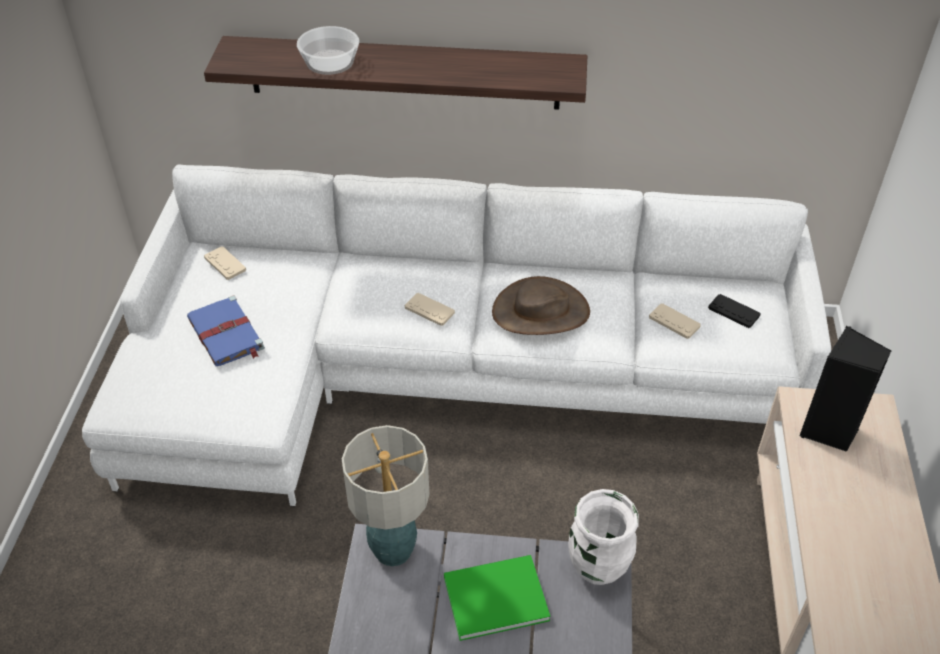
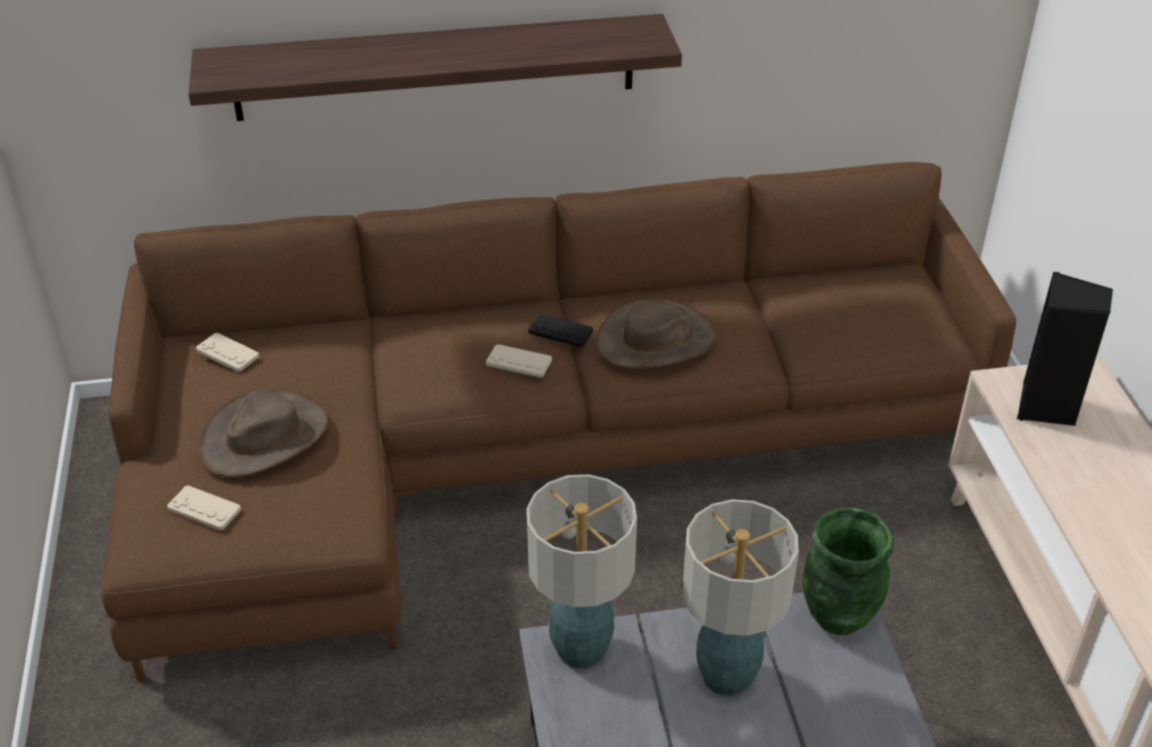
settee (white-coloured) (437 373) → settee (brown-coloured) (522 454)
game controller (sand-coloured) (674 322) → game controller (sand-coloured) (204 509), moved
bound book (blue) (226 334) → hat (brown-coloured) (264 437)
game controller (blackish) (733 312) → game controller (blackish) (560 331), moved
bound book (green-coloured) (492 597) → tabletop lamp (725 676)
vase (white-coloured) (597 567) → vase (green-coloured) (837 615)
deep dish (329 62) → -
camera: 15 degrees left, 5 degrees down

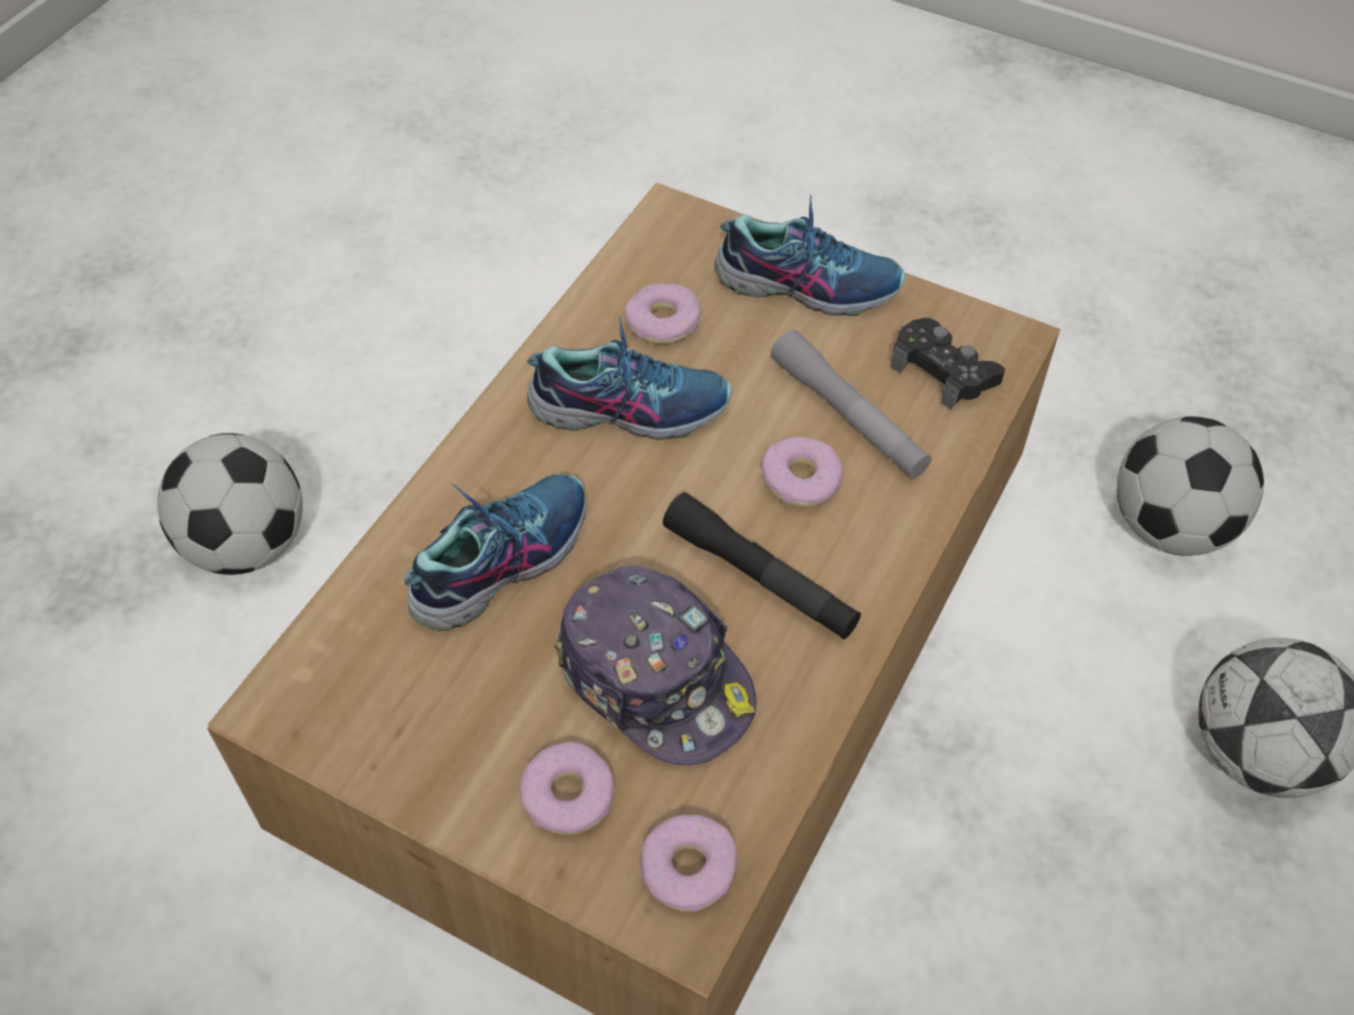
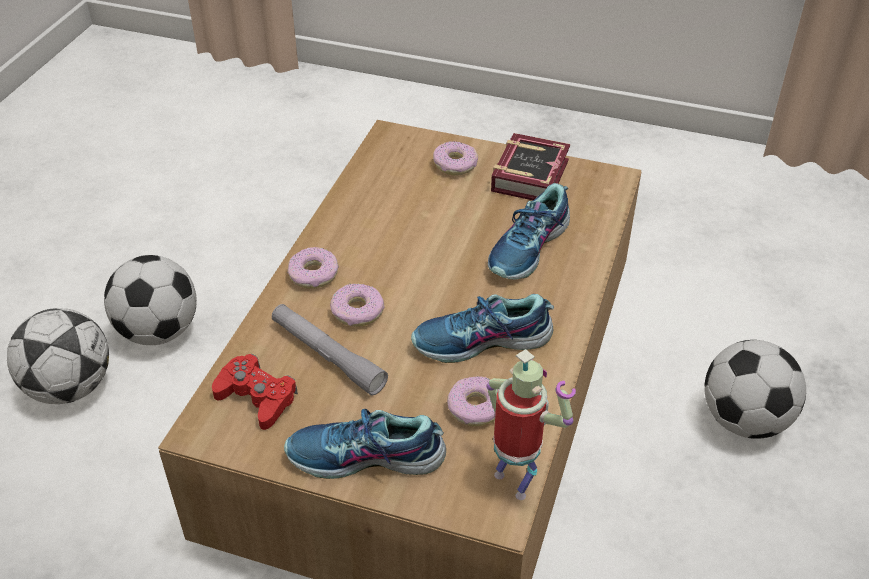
football ball (1170 526) → football ball (158 332), moved
game controller (blackish) (943 371) → game controller (red-coloured) (257 397)
donut (688 869) → donut (314 274), moved
- → model robot (516 482)
- → bound book (533 174)
peaked cap (656 678) → -
torch (blackish) (760 577) → -
camera: 170 degrees right, 10 degrees down

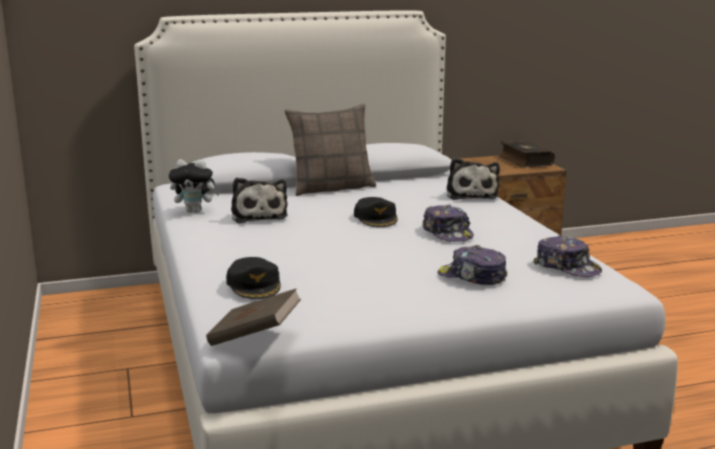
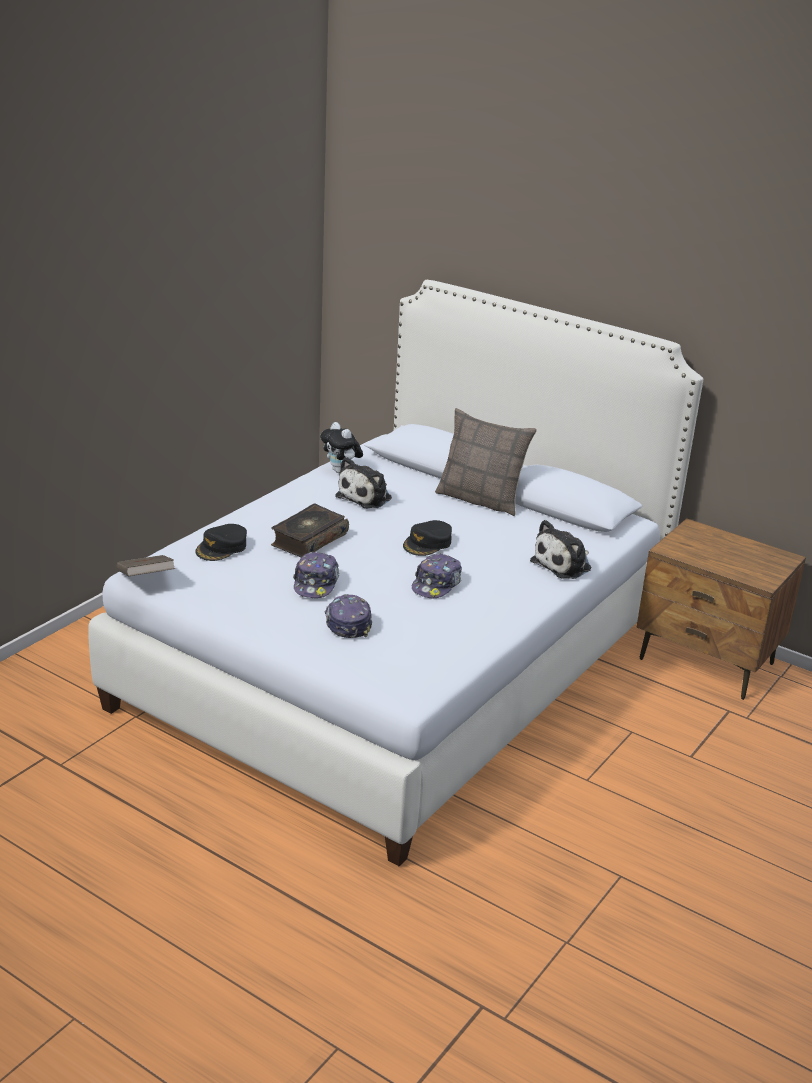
bound book (524 161) → bound book (308 540), moved
peaked cap (567 267) → peaked cap (316 583), moved
camera: 50 degrees right, 10 degrees up

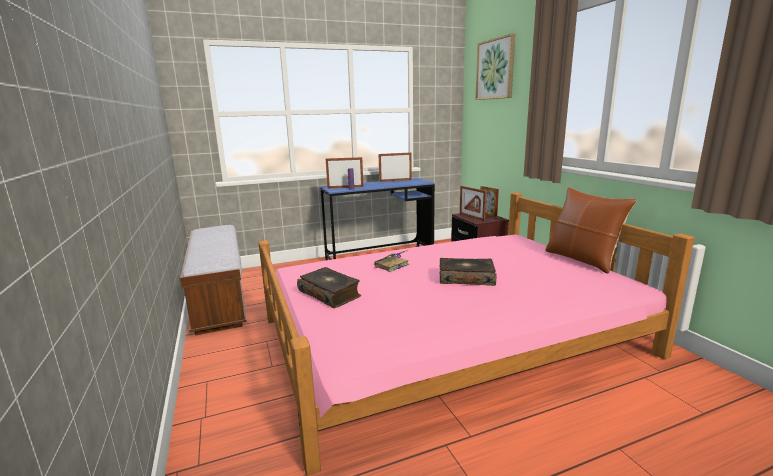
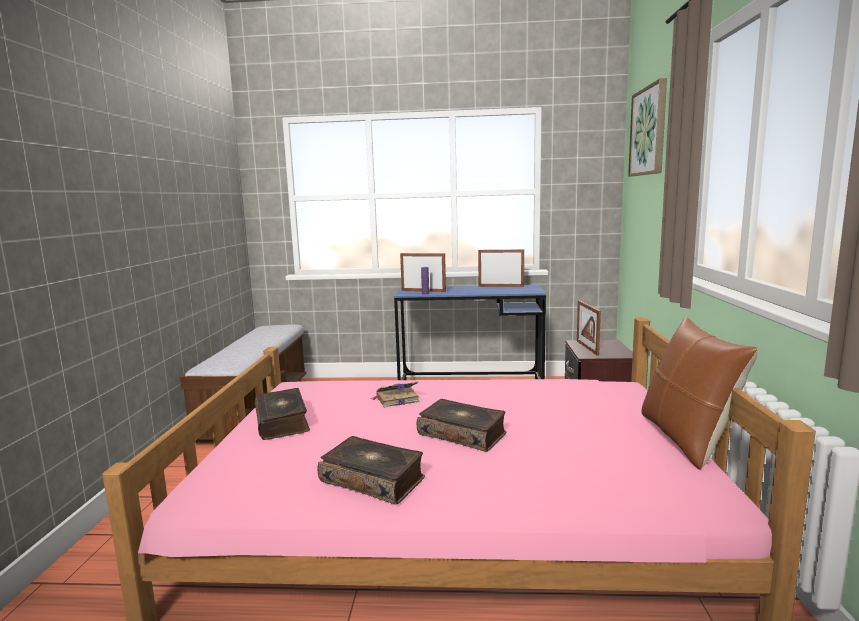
- → bound book (373 480)
picture frame (488 215) → -
camera: 25 degrees right, 5 degrees down

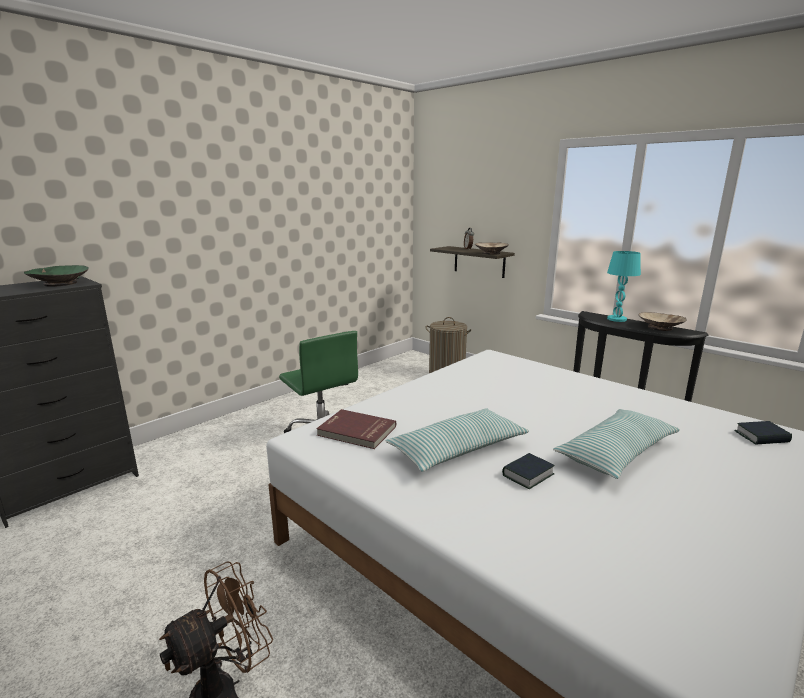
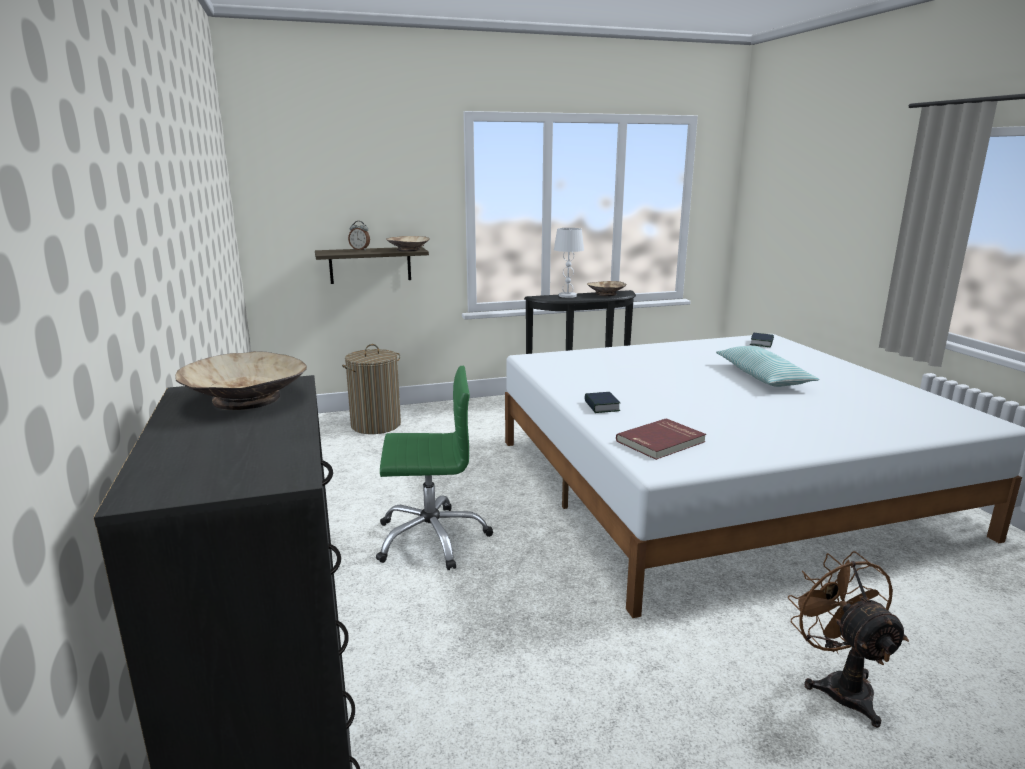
deep dish (green-coloured) (60 283) → deep dish (sand-coloured) (246 399)
tabletop lamp (turquoise-coloured) (616 319) → tabletop lamp (white-coloured) (567 296)
bound book (527 475) → bound book (601 406), moved
cushion (457 450) → -
camera: 60 degrees left, 0 degrees up

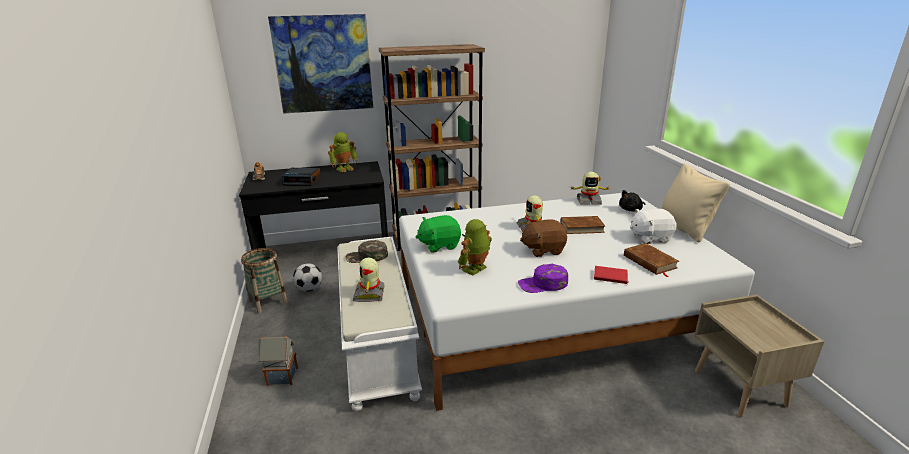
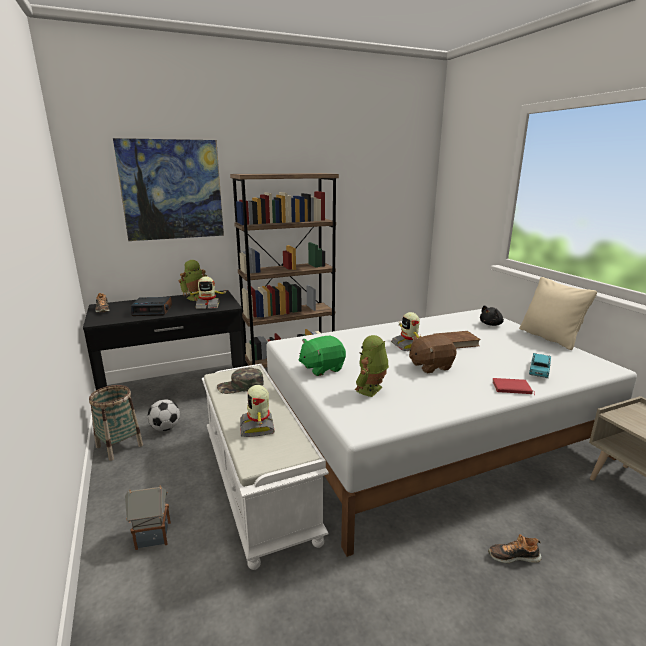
model robot (588 201) → model robot (208 306), moved
- → item of footwear (513 556)
bound book (brown-coloured) (649 262) → toy car (turquoise-coloured) (539 371)
peaked cap (purple-coloured) (543 284) → -
cuddly toy (white-coloured) (650 237) → -
camera: 10 degrees left, 5 degrees down

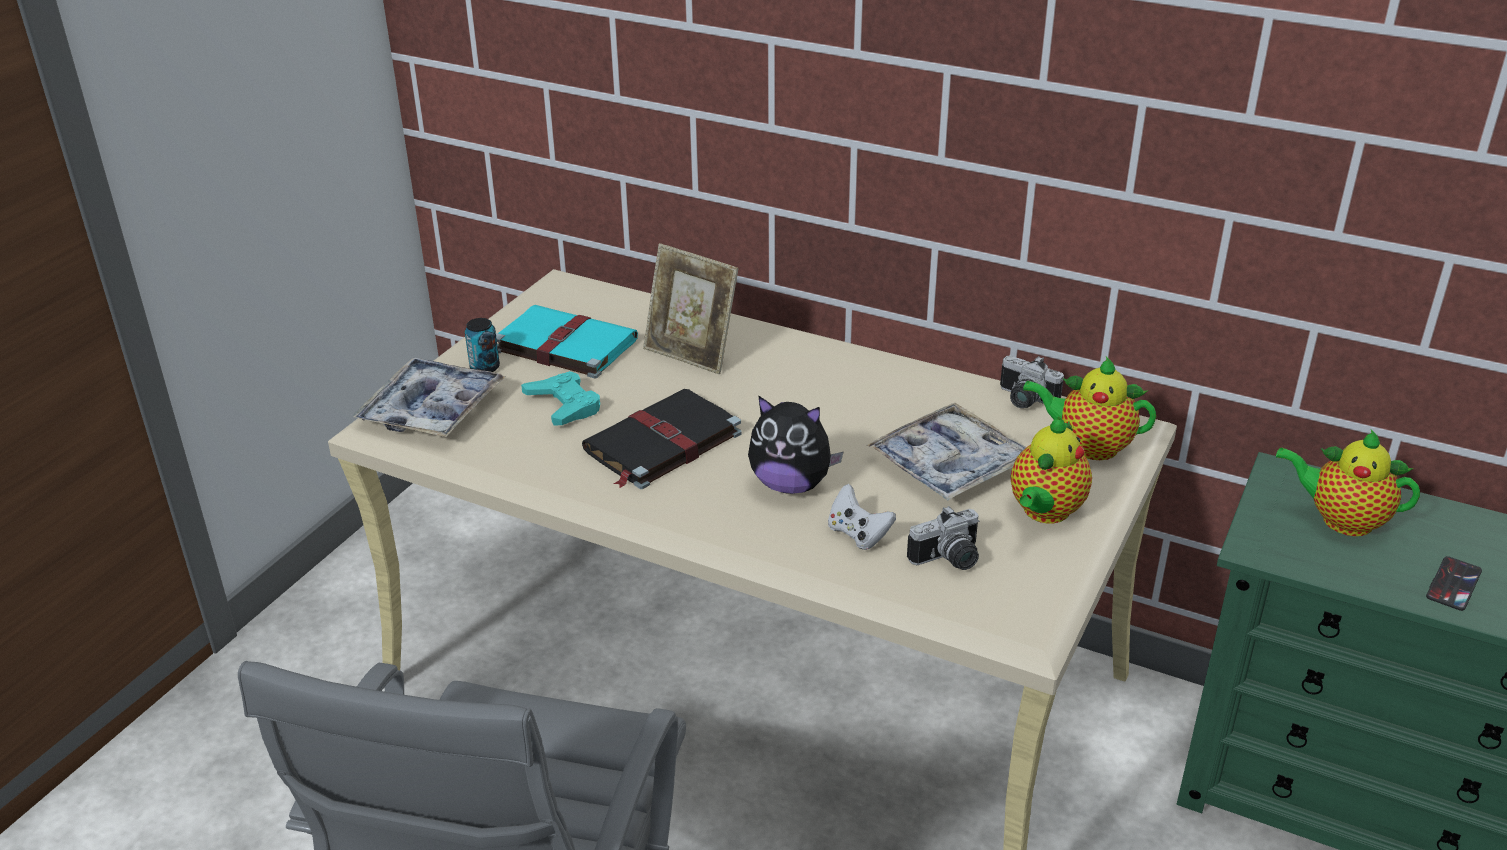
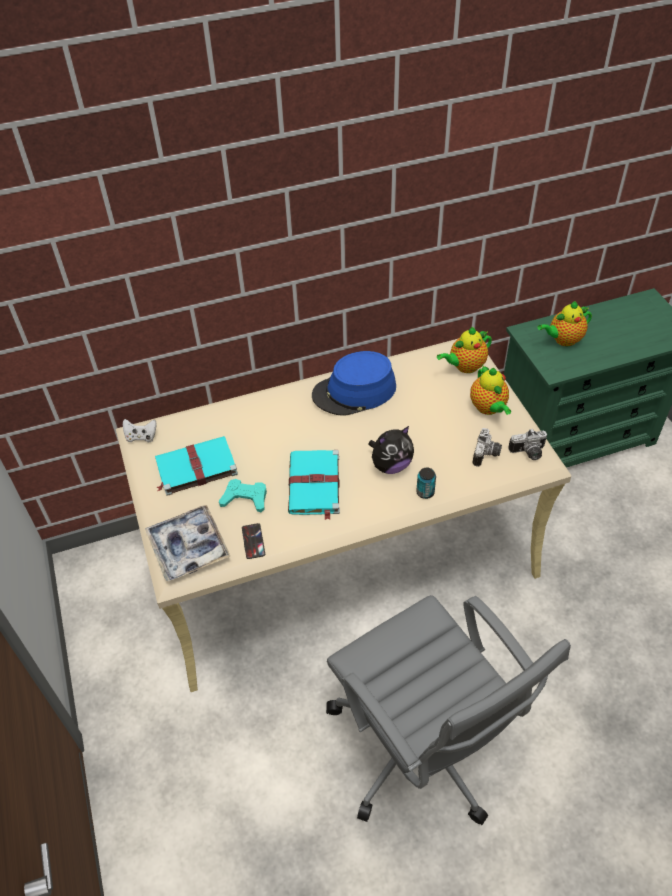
game controller (white-coloured) (858 534) → game controller (white-coloured) (141 437), moved
handset (1453 584) → handset (253 541), moved
bound book (blackish) (661 443) → bound book (turquoise-coloured) (314 485)
- → hat (blue) (354 392)
sealed can (485 368) → sealed can (425 492), moved
photo camera (1023 400) → photo camera (528 453), moved
picture frame (691 354) → -
tray (949 464) → -
camera: 45 degrees left, 15 degrees up

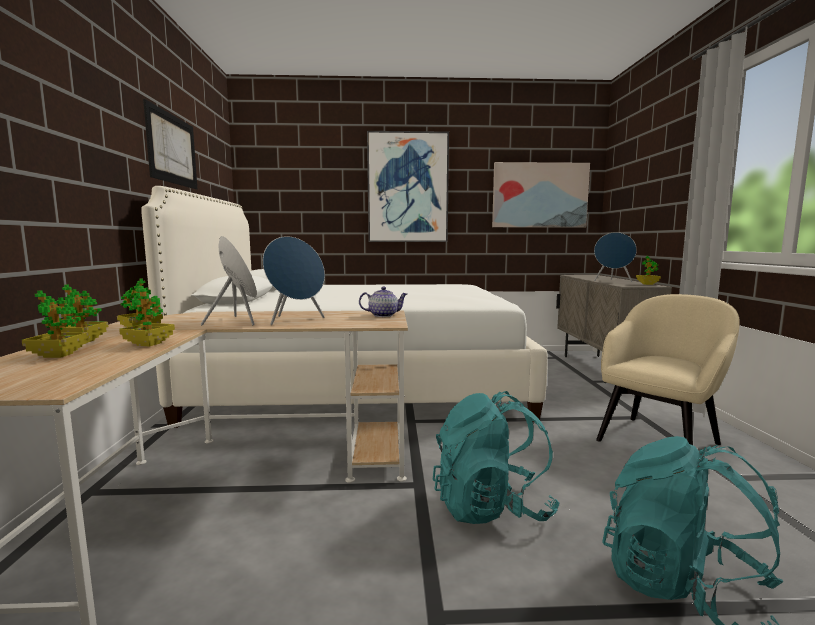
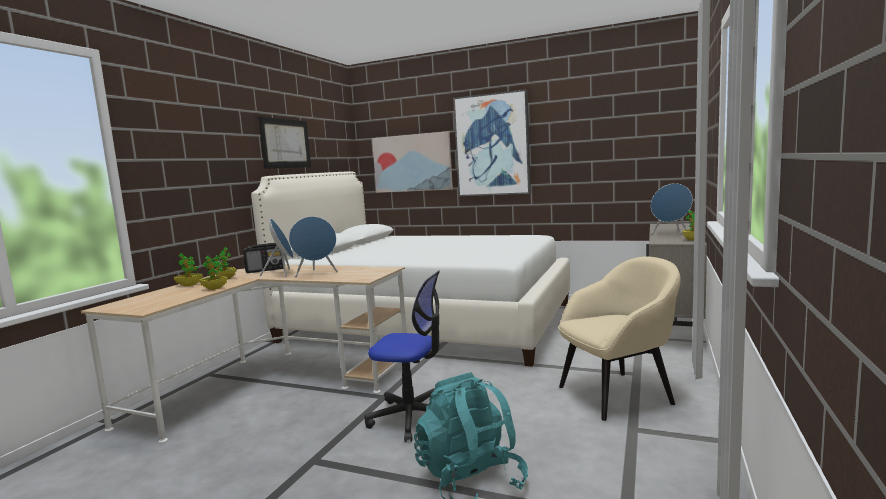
- → radio (265 270)
rucksack (turquoise-coloured) (491 507) → office chair (412 417)
wall art (539 195) → wall art (412 163), moved
houseplant (58 355) → -
teapot (383 315) → -
camera: 25 degrees right, 0 degrees up

